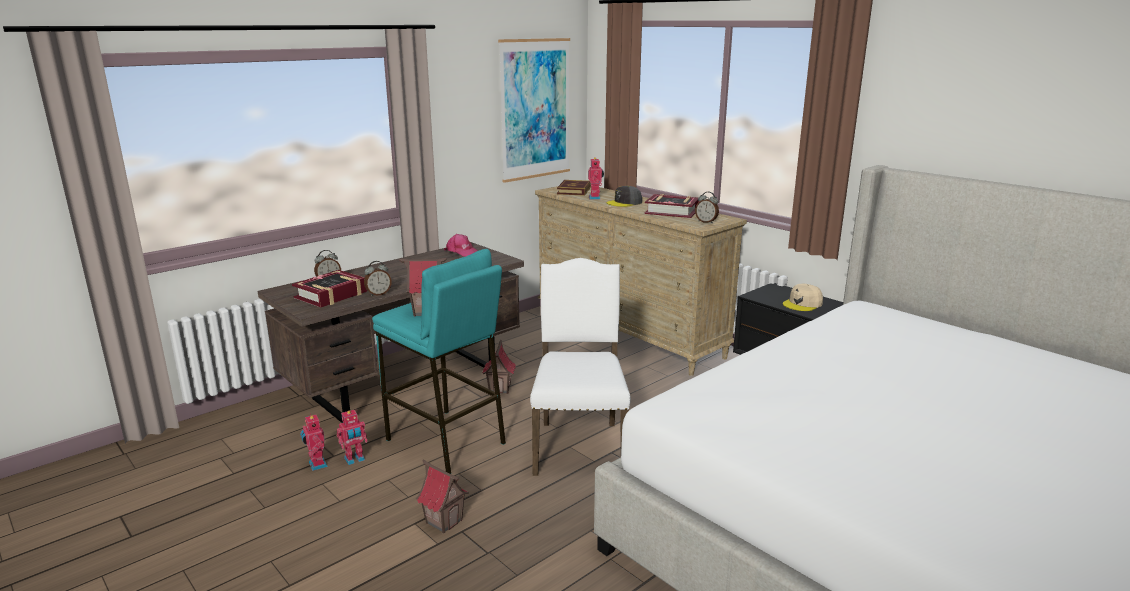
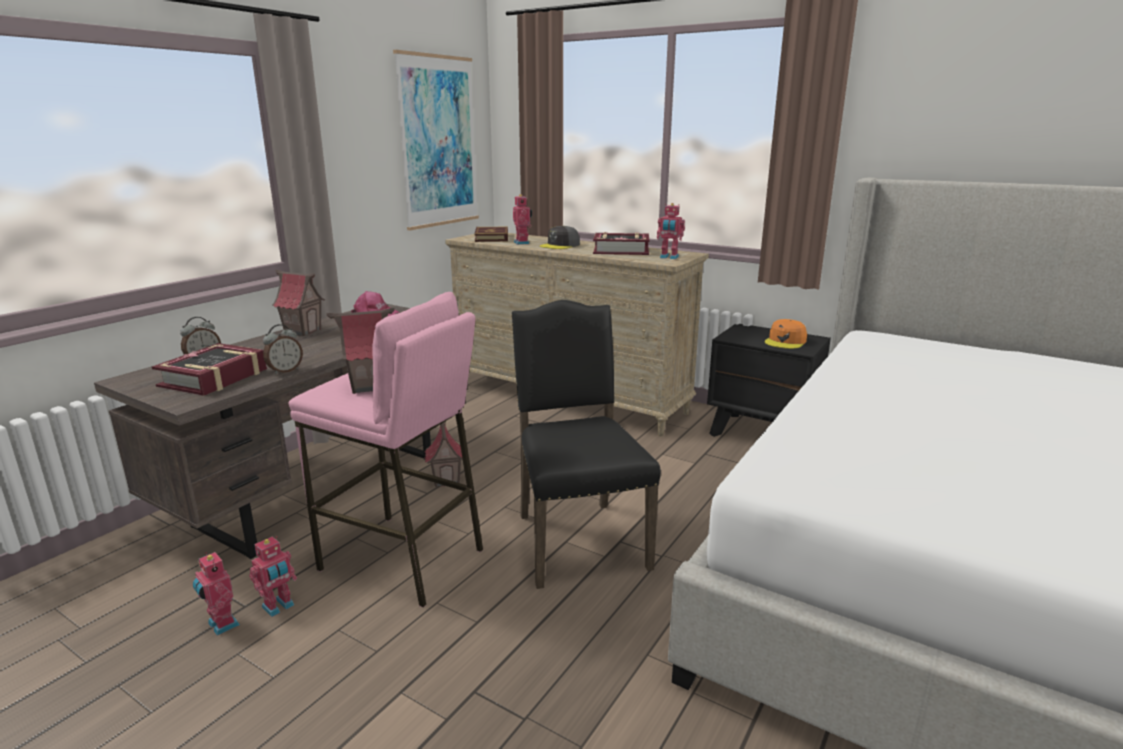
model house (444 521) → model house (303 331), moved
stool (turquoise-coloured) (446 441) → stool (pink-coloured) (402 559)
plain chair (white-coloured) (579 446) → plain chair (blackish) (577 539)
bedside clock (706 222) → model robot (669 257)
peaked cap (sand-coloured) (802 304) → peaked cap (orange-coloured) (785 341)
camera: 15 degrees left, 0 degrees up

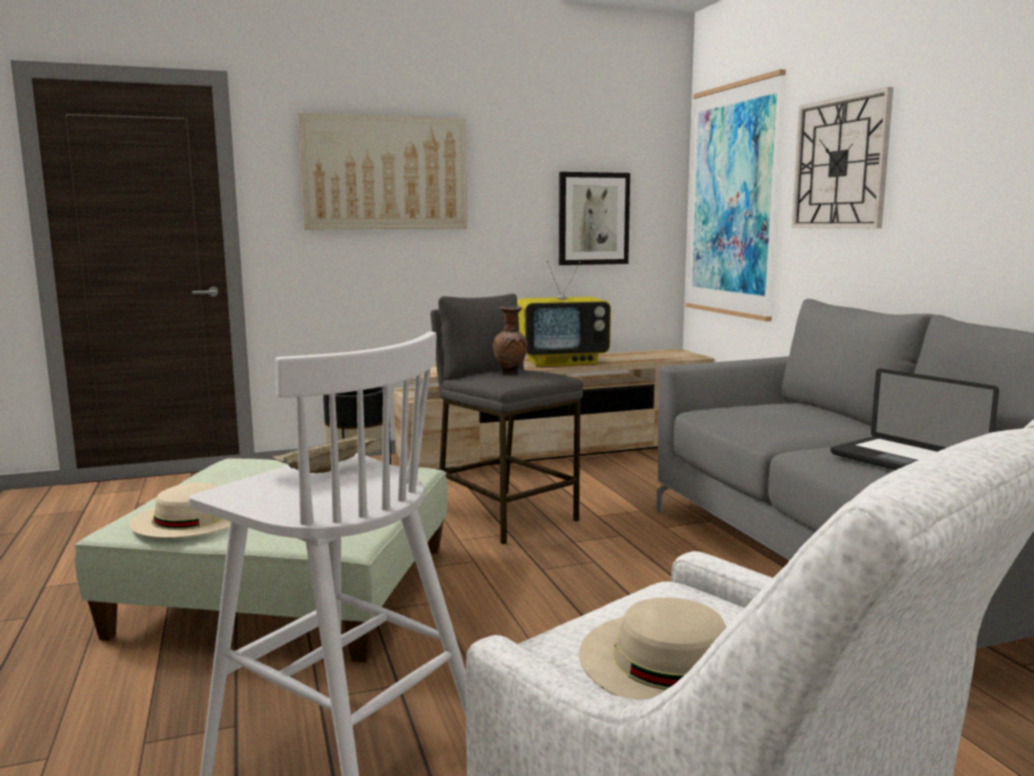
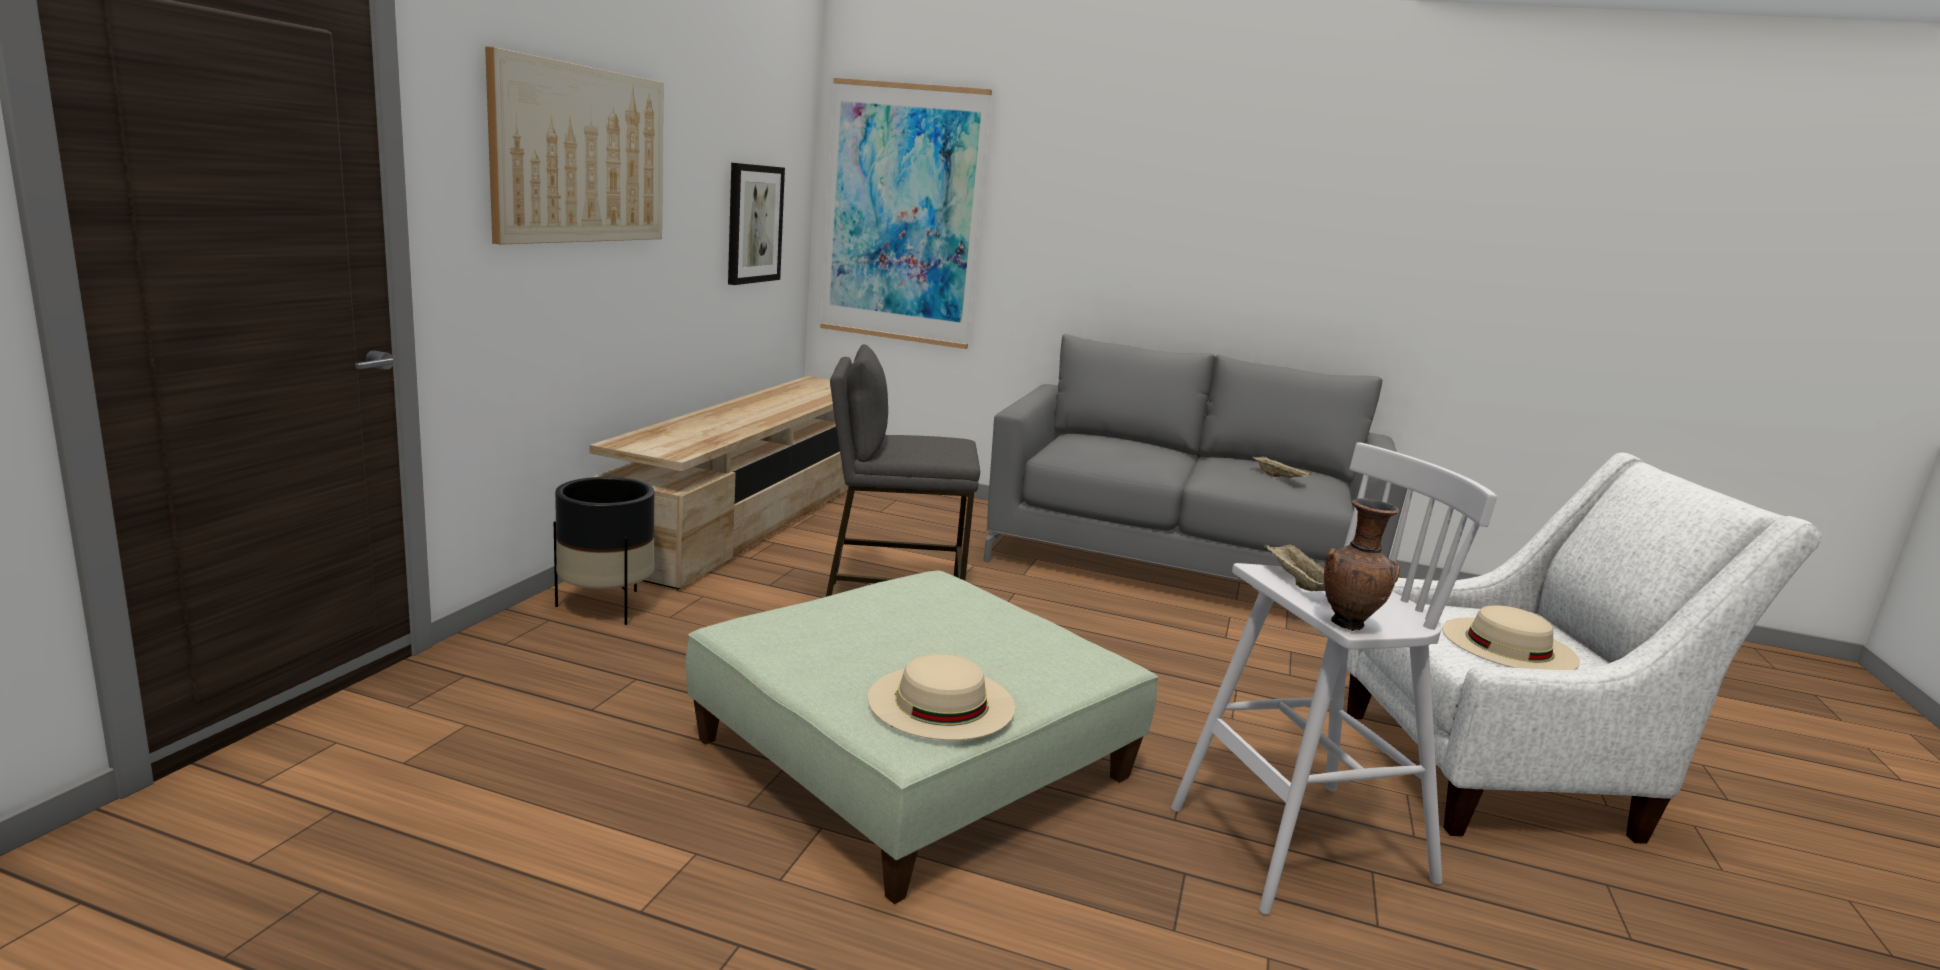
portable computer (906 461) → tray (sand-coloured) (1280 478)
vase (brown-coloured) (511 373) → vase (brown-coloured) (1349 624), moved
television (562 362) → -
hanging clock (840 163) → -
camera: 55 degrees left, 5 degrees up

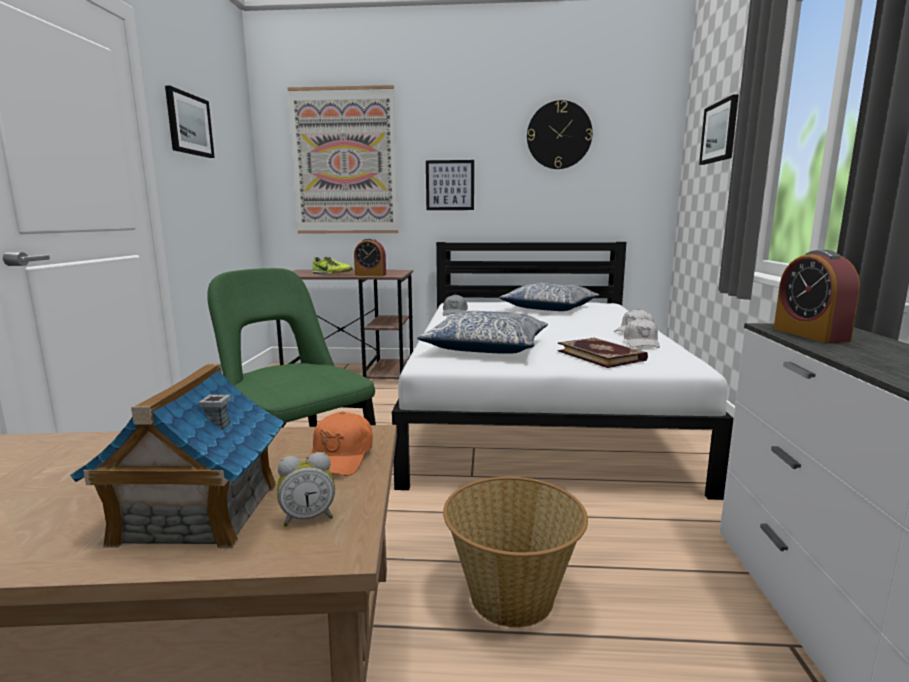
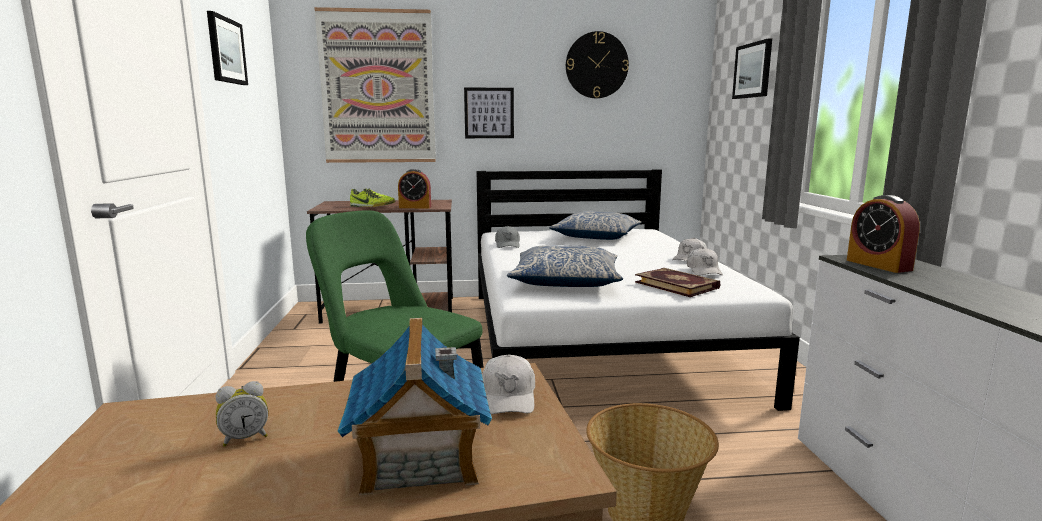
bedside clock (308 518) → bedside clock (245 438), moved
peaked cap (orange-coloured) (340 457) → peaked cap (white-coloured) (508 397)
camera: 10 degrees left, 0 degrees up

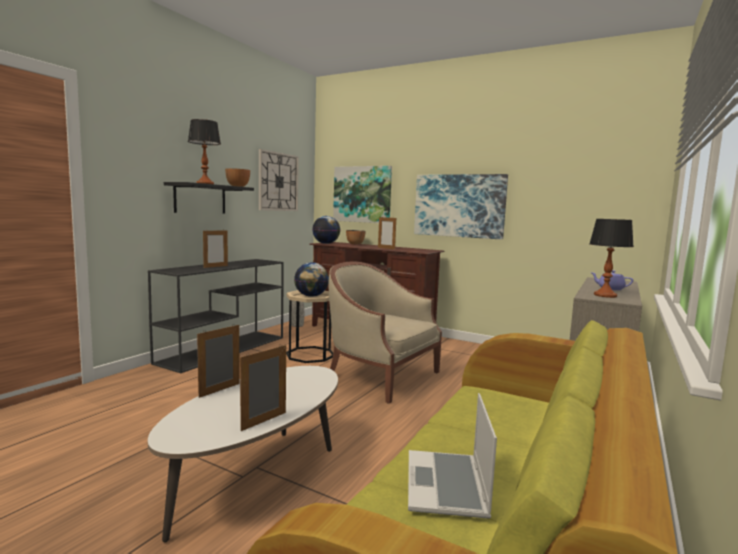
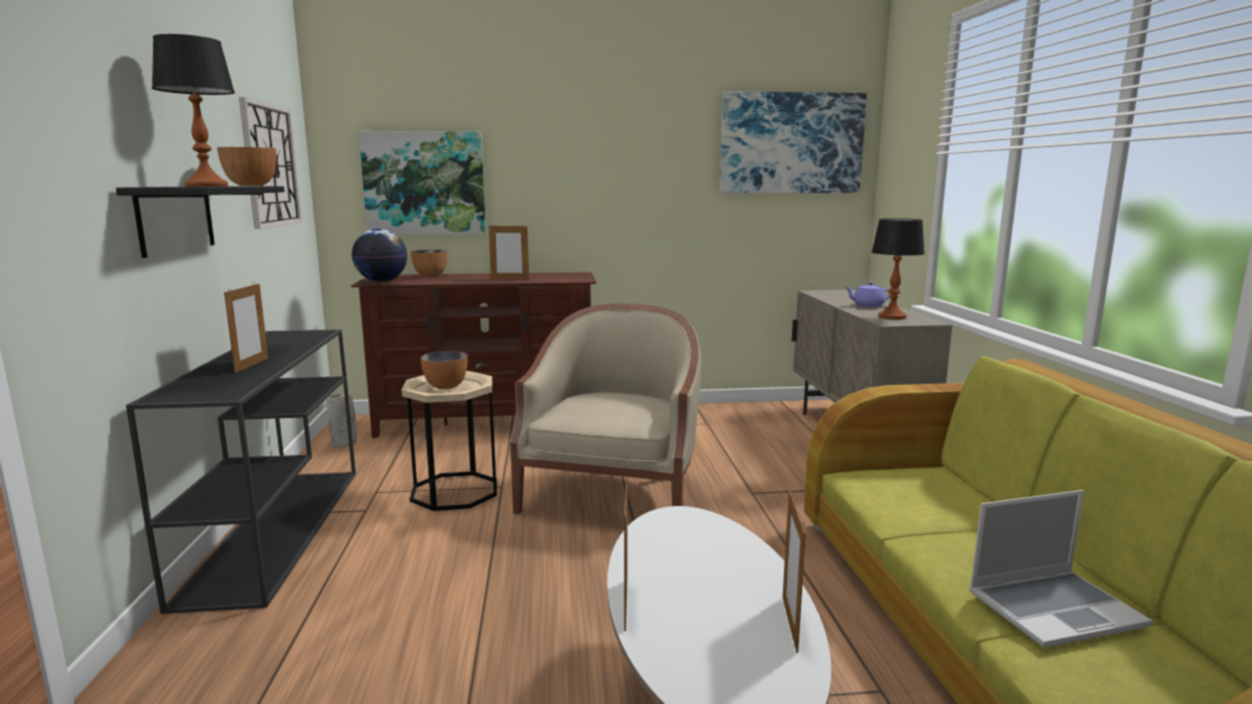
desk globe (311 296) → deep dish (446 387)
lounge chair (sand-coloured) (380 377) → lounge chair (sand-coloured) (613 494), 105 degrees clockwise
wall art (459 205) → wall art (791 143), moved
portable computer (447 486) → portable computer (1055 609), 75 degrees counterclockwise
camera: 35 degrees left, 5 degrees up

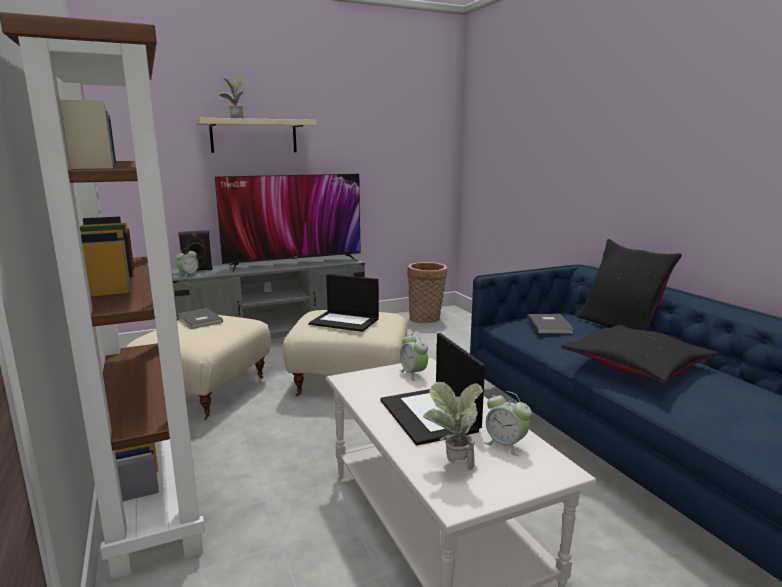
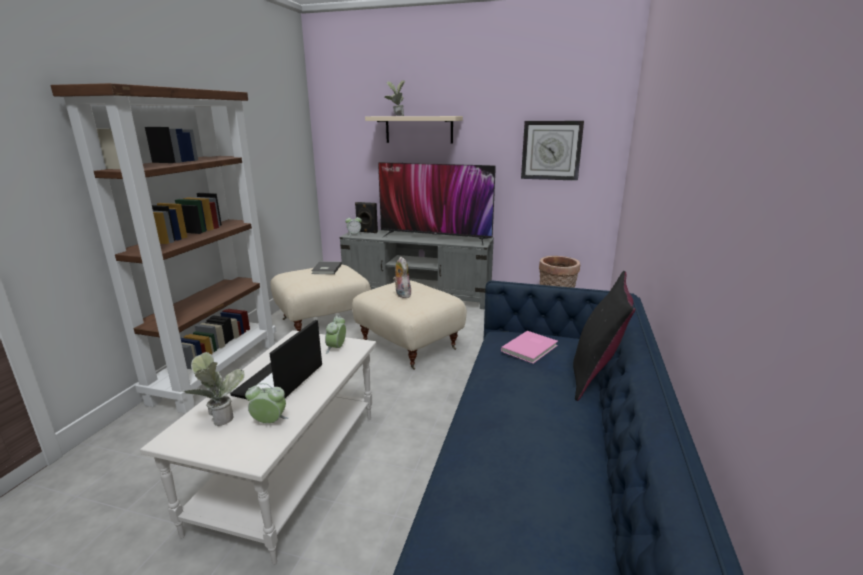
bedside clock (505 445) → bedside clock (269 422), 105 degrees clockwise
portable computer (345 321) → cuddly toy (401 294)
bound book (greyish) (550 325) → bound book (pink-coloured) (531 348)
- → hanging clock (551 150)
cushion (blackish) (636 365) → -
camera: 40 degrees right, 5 degrees up

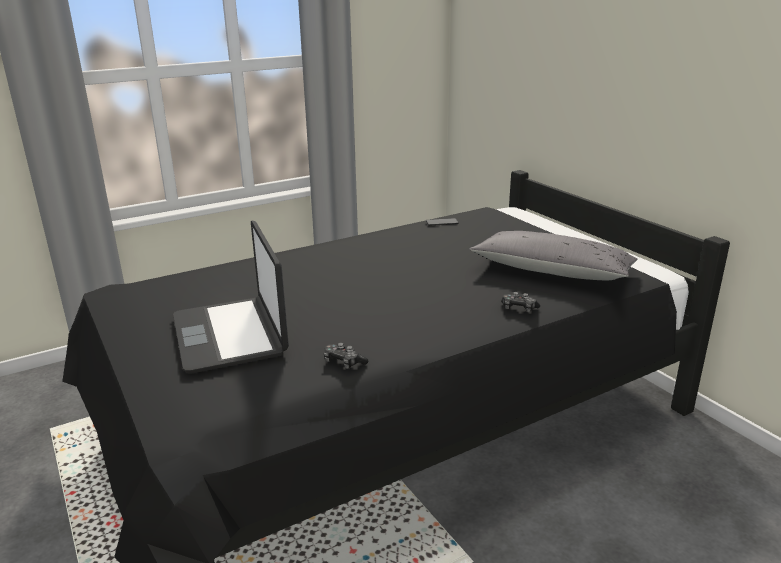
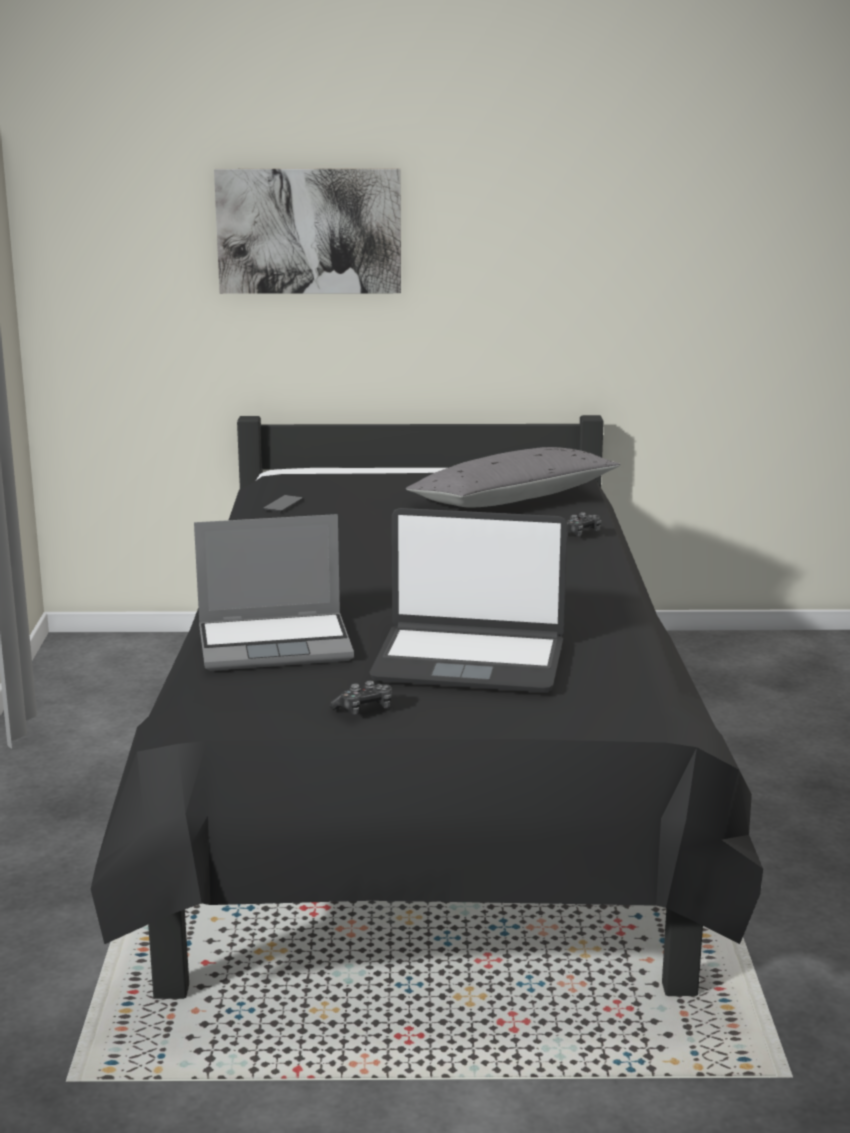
- → portable computer (277 644)
- → wall art (309 230)
game controller (343 362) → game controller (364 708), moved
camera: 60 degrees left, 5 degrees down

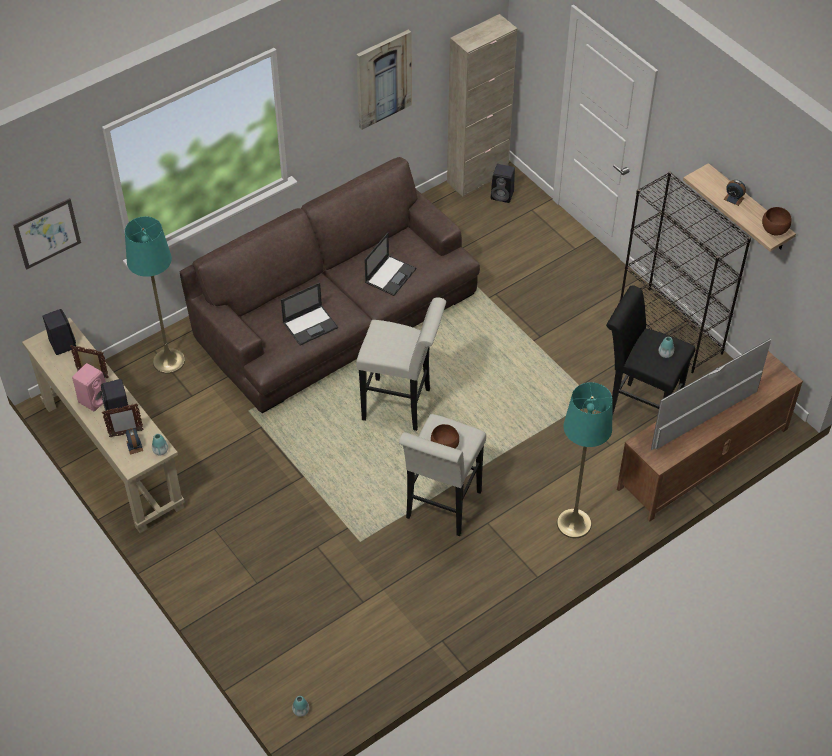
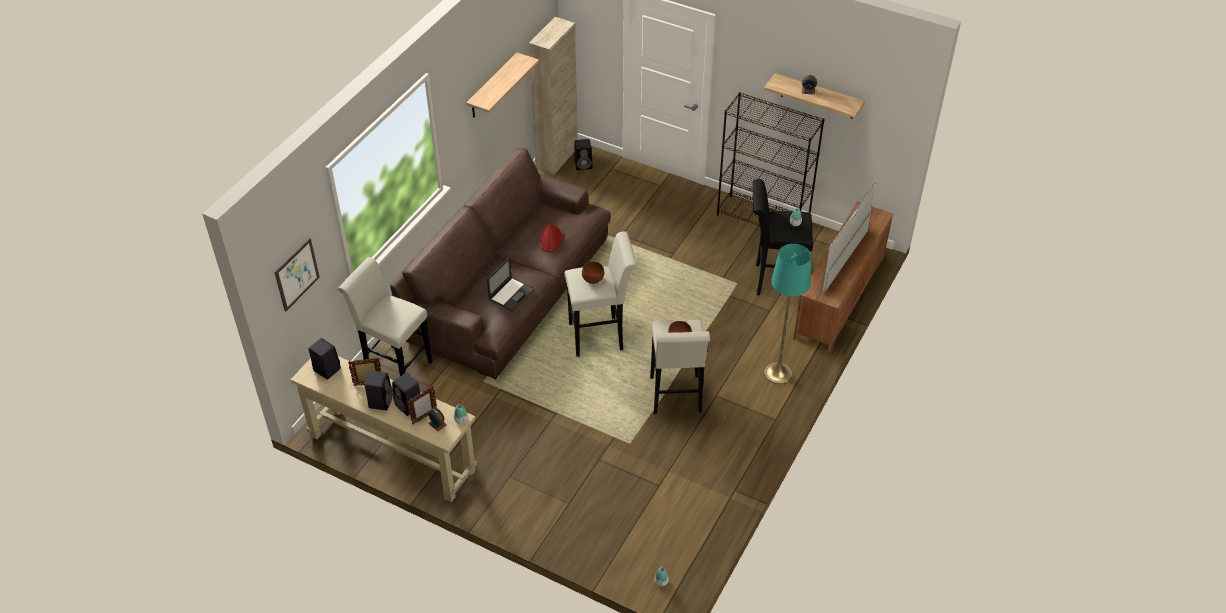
standard lamp (turquoise-coloured) (169 361) → stool (white-coloured) (395 367)
audio speaker (pink-coloured) (94 398) → audio speaker (blackish) (381 401)
wall art (383 79) → wall shelf (492 86)
portable computer (390 275) → hat (red-coloured) (551 239)
deep dish (brown-coloured) (774 229) → deep dish (brown-coloured) (593 279), moved
camera: 25 degrees left, 5 degrees down

